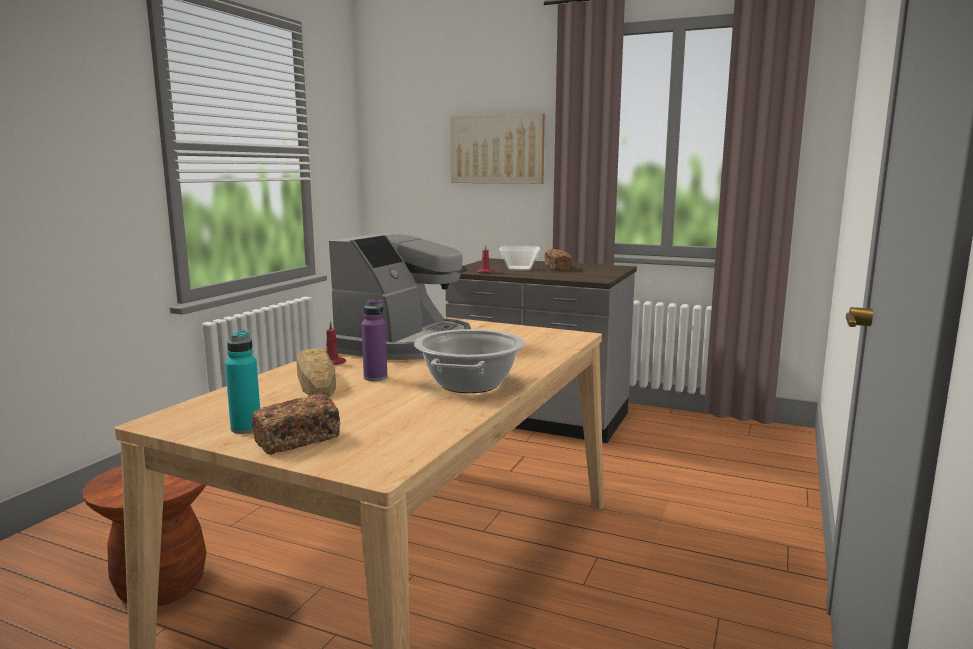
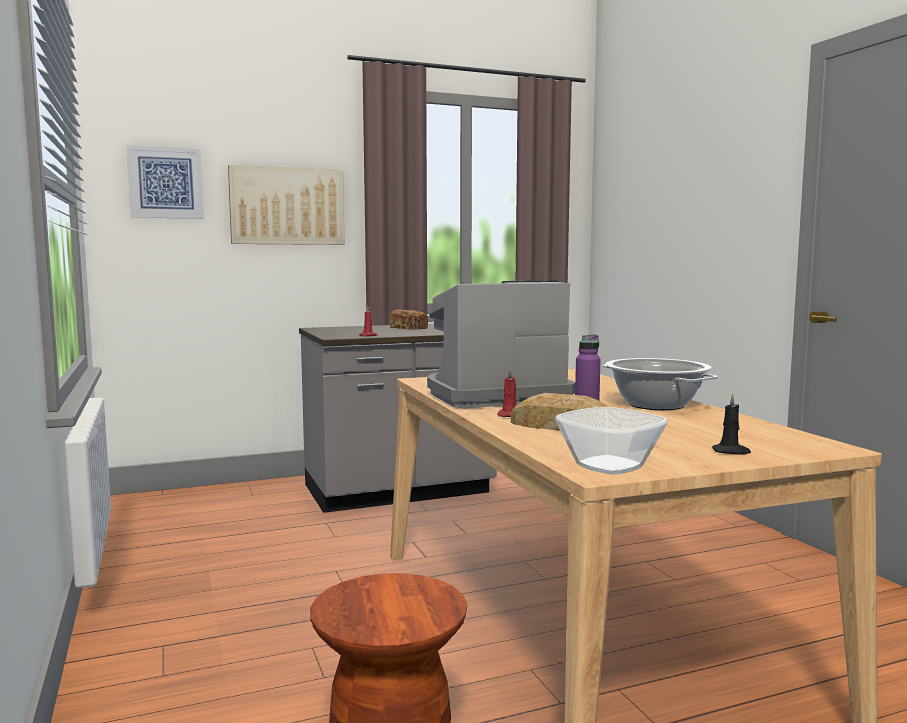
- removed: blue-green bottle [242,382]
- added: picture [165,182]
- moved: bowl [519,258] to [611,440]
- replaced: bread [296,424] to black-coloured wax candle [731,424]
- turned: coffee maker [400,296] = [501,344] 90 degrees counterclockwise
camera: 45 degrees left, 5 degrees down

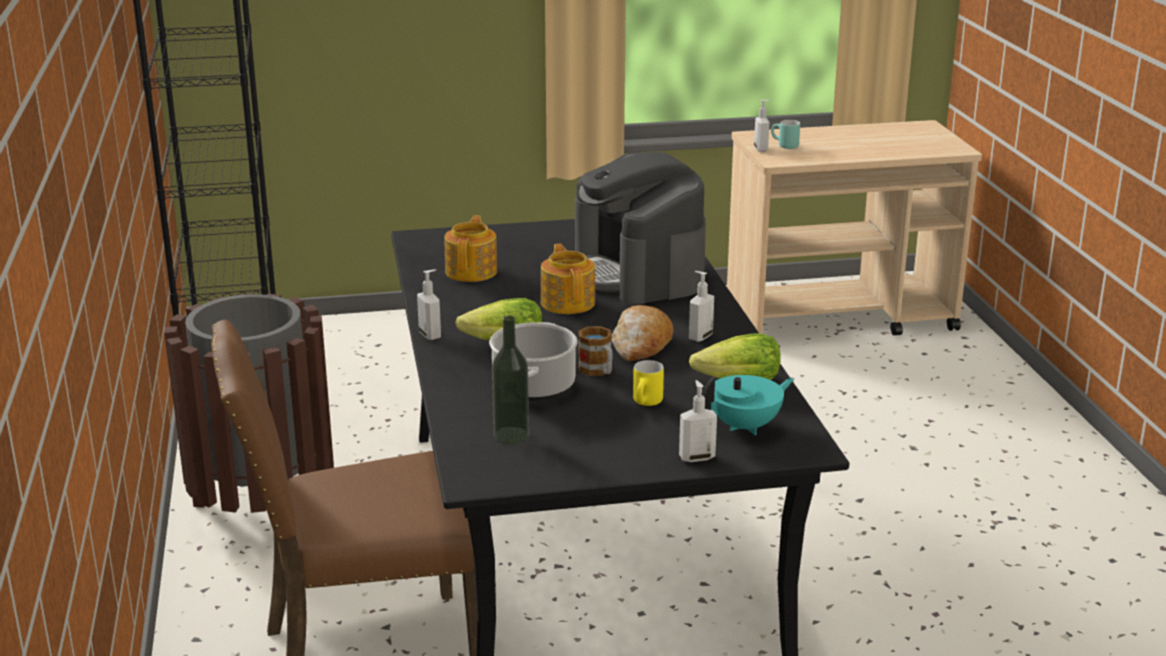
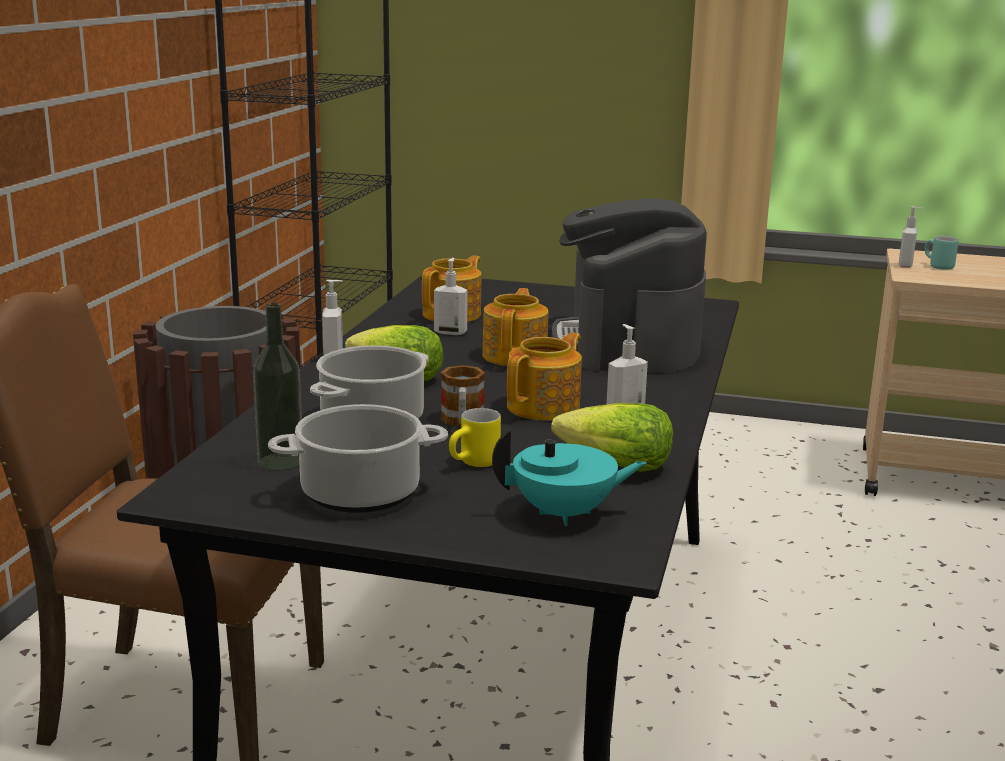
- added: stockpot [358,458]
- moved: soap dispenser [698,421] to [451,296]
- replaced: bread [642,333] to teapot [544,376]
camera: 25 degrees right, 5 degrees down

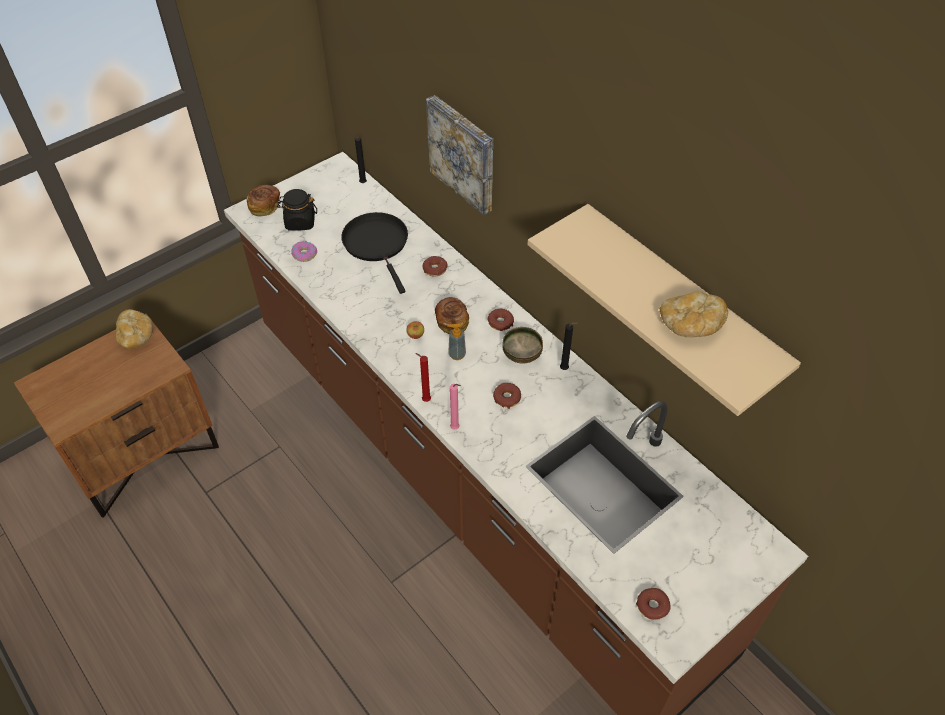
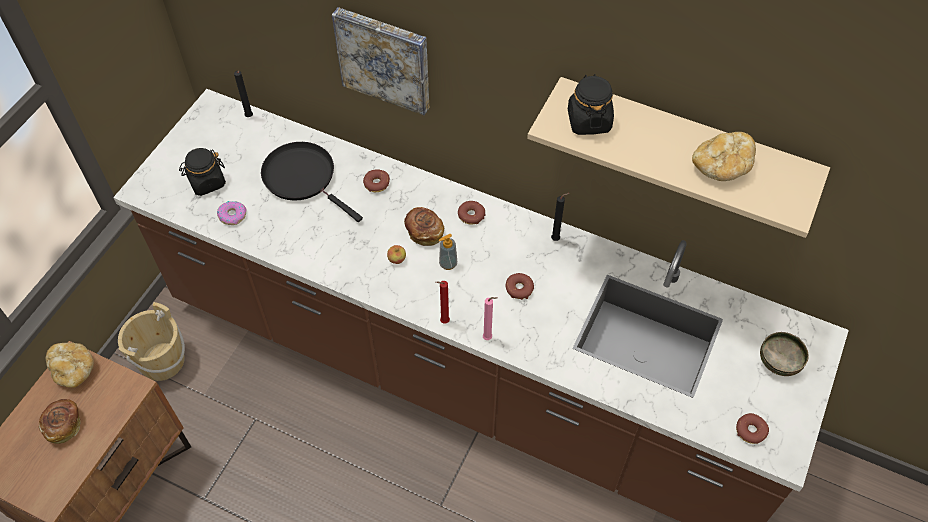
- added: sand-coloured bucket [151,341]
- added: black-coloured storage jar [591,104]
- moved: bread [263,201] to [60,421]
- moved: bowl [522,345] to [784,354]
camera: 25 degrees left, 5 degrees up

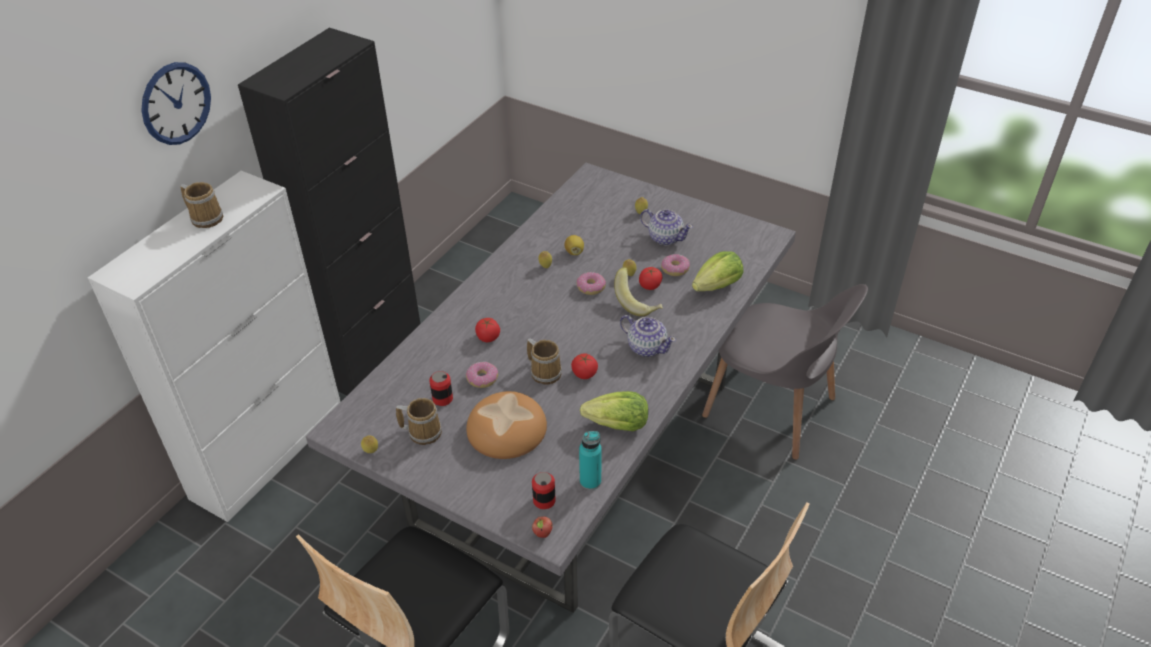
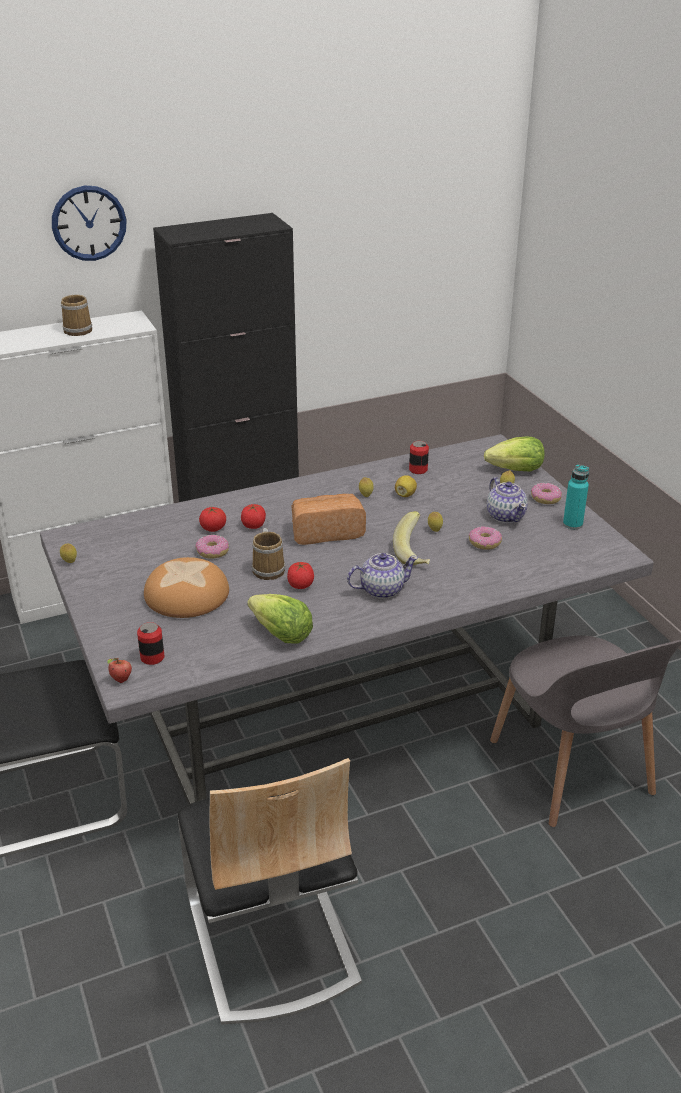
- removed: mug [419,421]
- added: bread [328,519]
- moved: can [441,388] to [419,457]
- moved: doughnut [591,283] to [546,493]
- moved: blue-green bottle [590,460] to [576,497]
- moved: fresh tomato [650,278] to [212,519]
- moved: lettuce head [717,271] to [514,454]
- turned: teapot [648,336] = [382,576] 90 degrees counterclockwise
camera: 35 degrees right, 10 degrees down

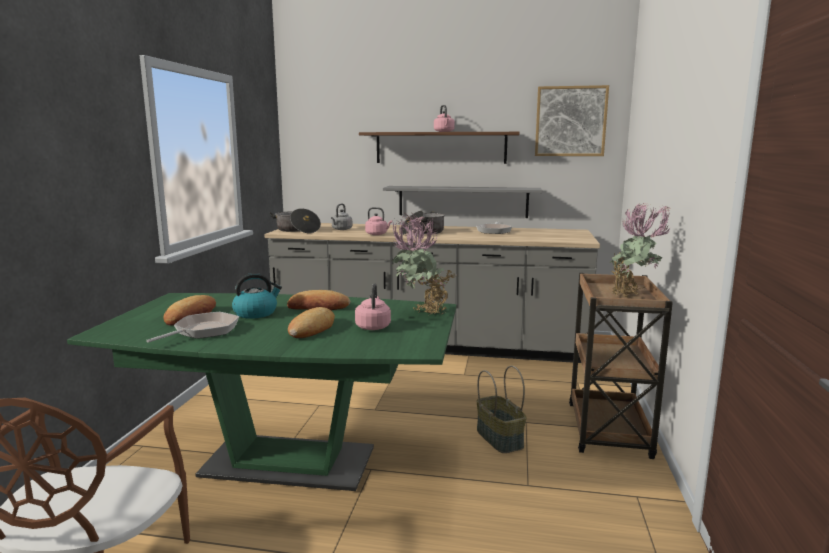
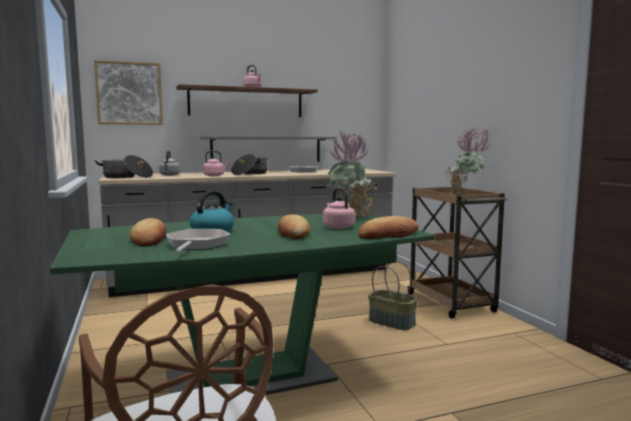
- moved: bread [318,300] to [388,227]
- moved: picture [572,120] to [128,92]
camera: 30 degrees left, 5 degrees down

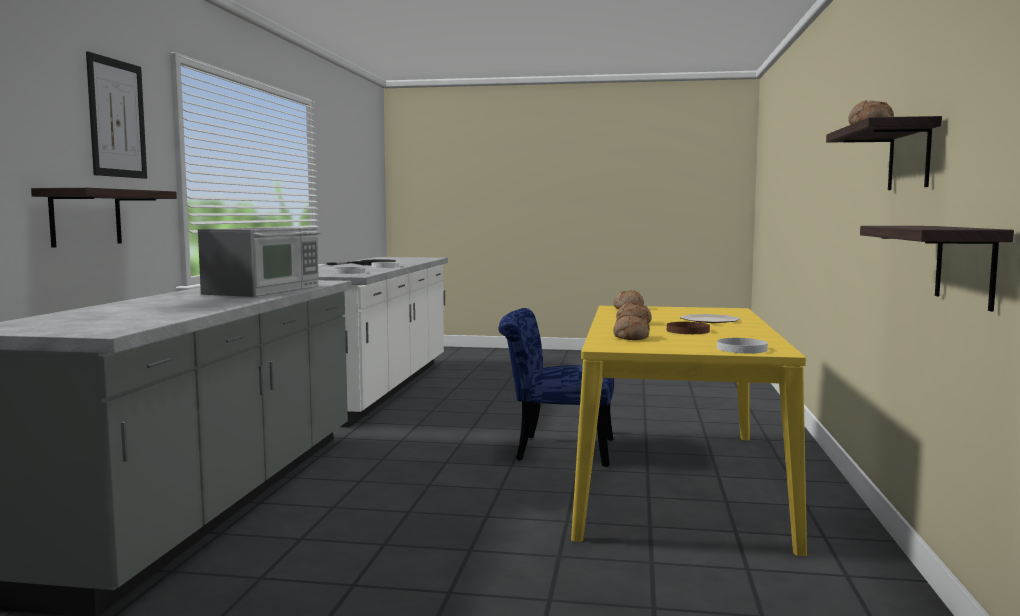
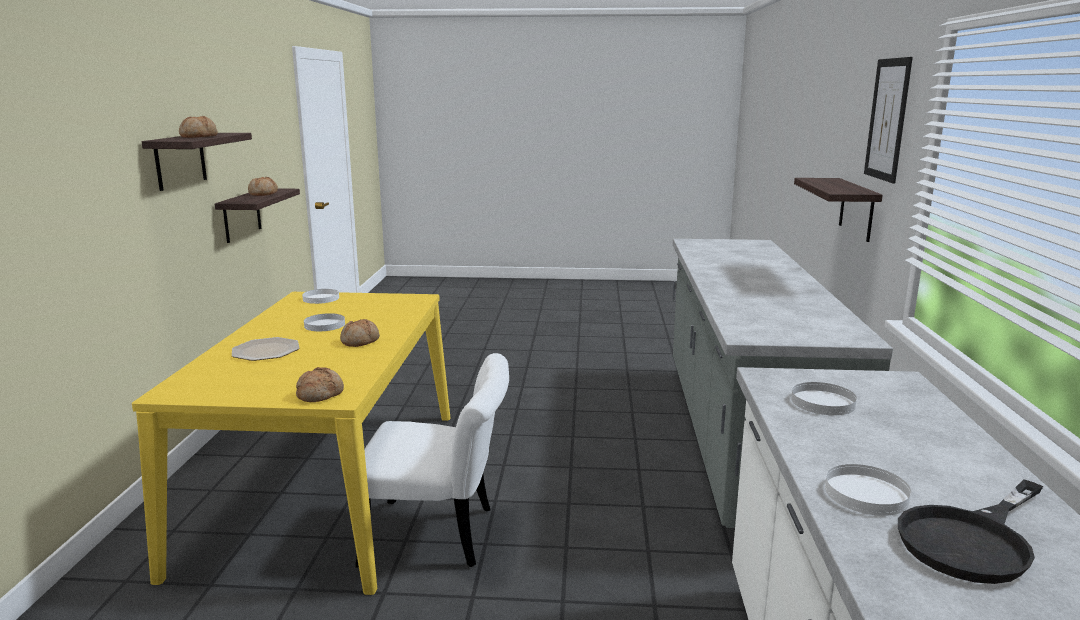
- removed: microwave oven [259,262]
- moved: bread [631,327] to [263,186]
- recoloured: bluish upright chair [556,387] to white-coloured upright chair [432,460]
- recoloured: brownish dinner plate [688,328] to white-coloured dinner plate [324,322]
camera: 175 degrees right, 10 degrees up

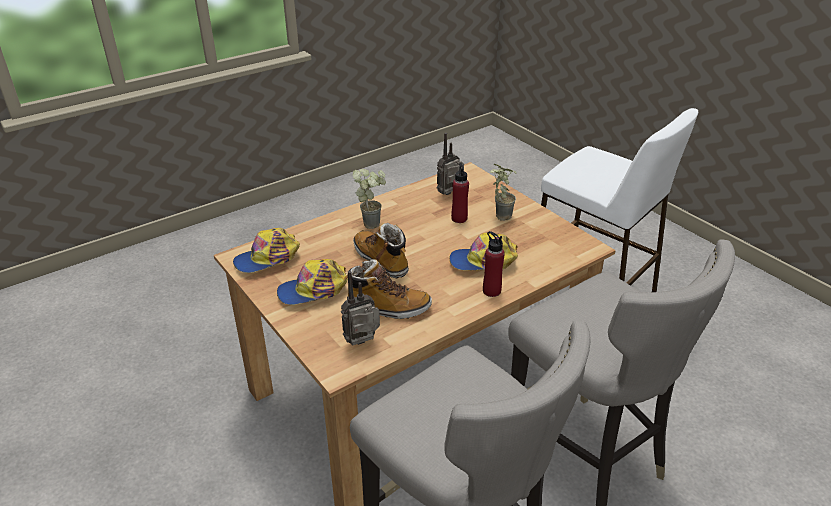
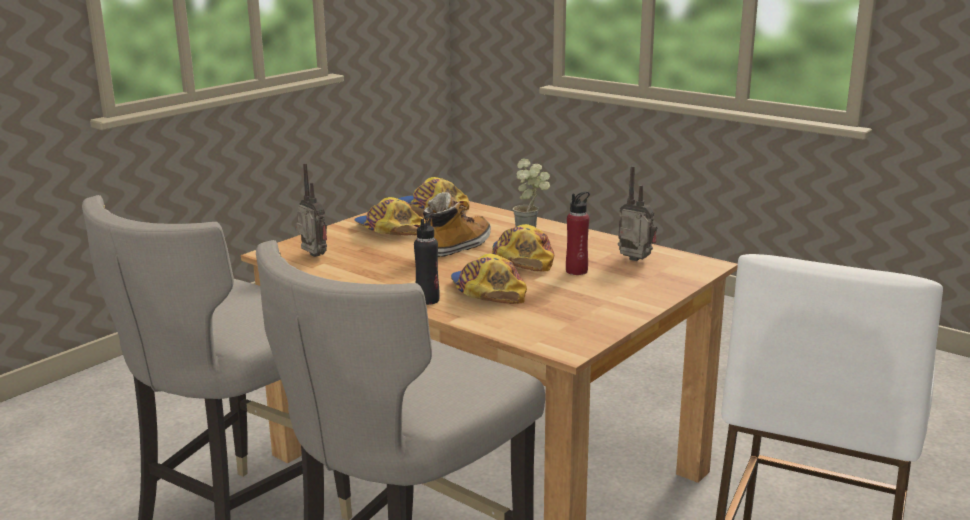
- removed: tall boot [388,289]
- removed: potted plant [503,192]
- added: baseball cap [523,248]
- recoloured: reddish bottle [494,264] to black-coloured bottle [427,259]
camera: 75 degrees right, 15 degrees down

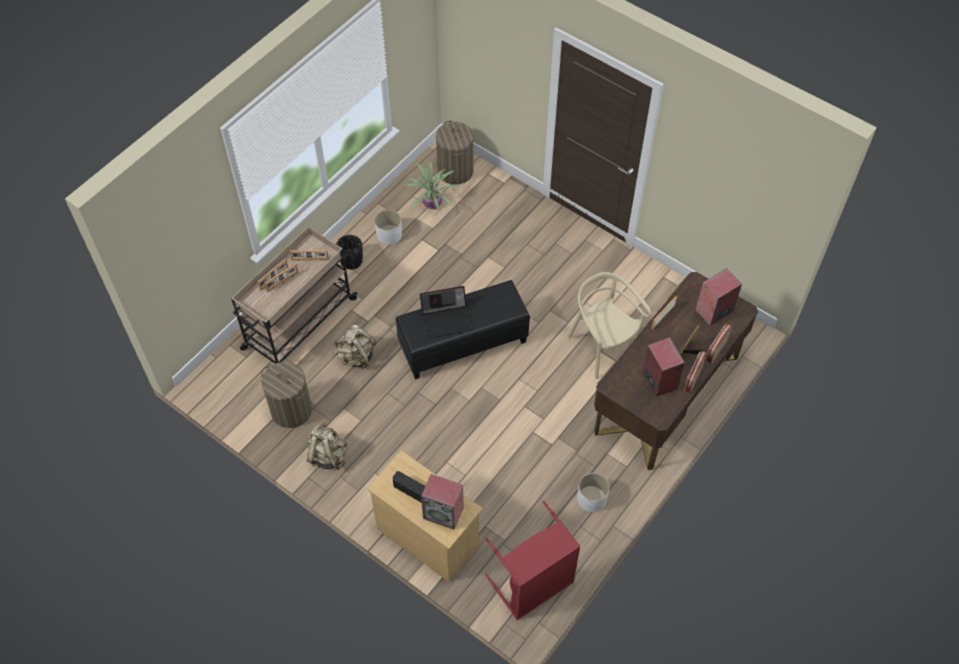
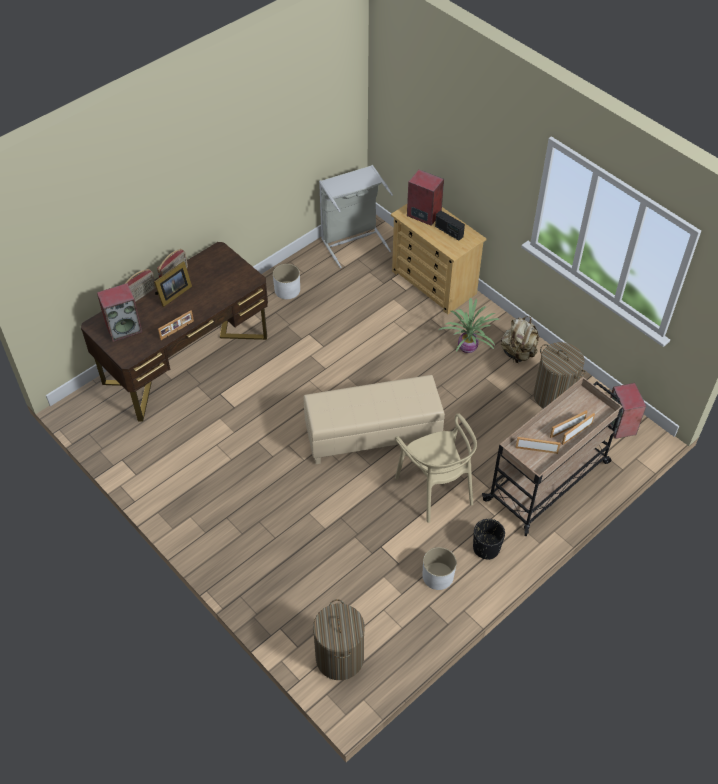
- removed: sand-coloured knapsack [355,347]
- removed: notebook computer [446,312]
- moved: potted plant [432,186] to [469,325]
- moved: sand-coloured upright chair [610,325] to [436,468]
- moved: speaker [663,367] to [627,411]
- recoloured: black-coloured footrest [463,329] to sand-coloured footrest [374,419]
- recoloured: reddish hamper [533,560] to greyish hamper [356,216]
camera: 170 degrees left, 5 degrees down

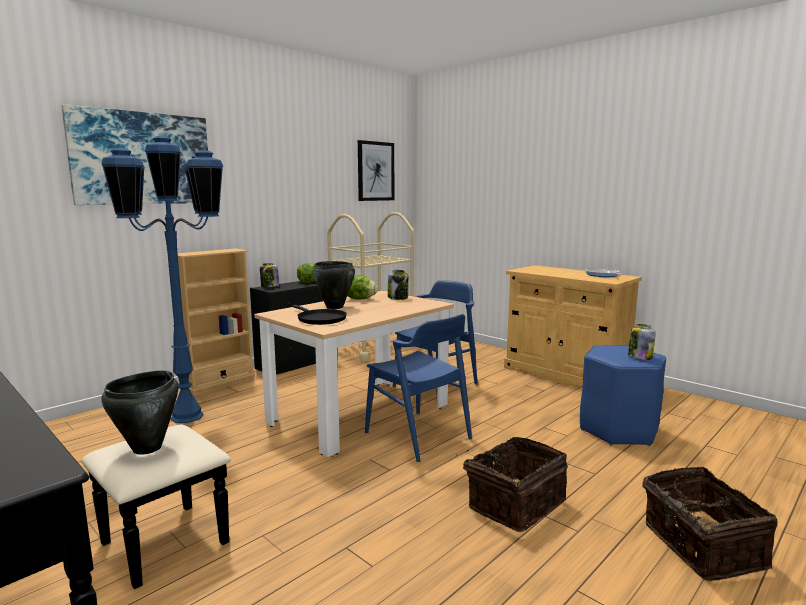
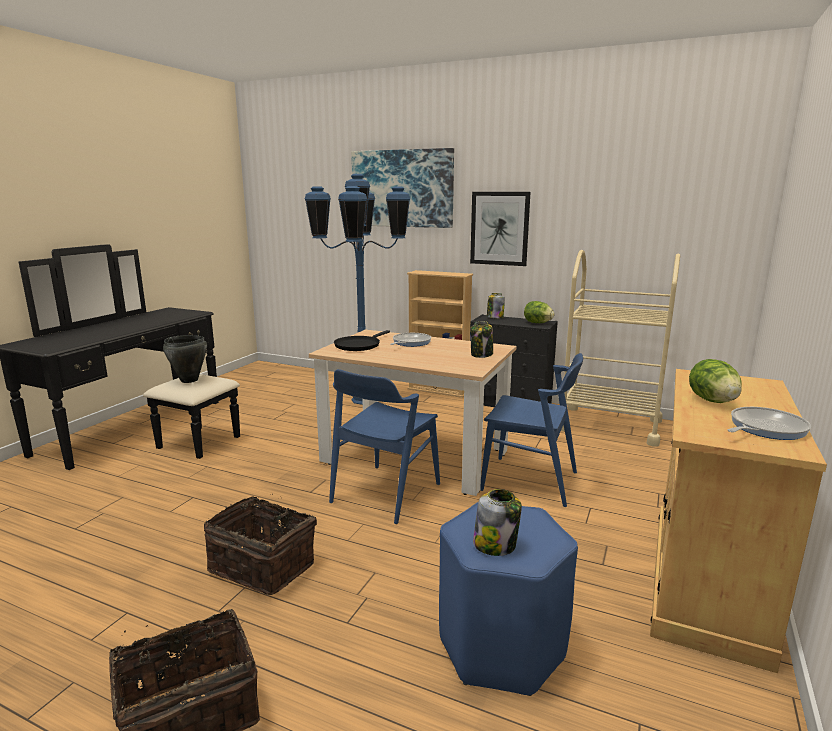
- moved: lettuce head [362,287] to [715,381]
- moved: picture [376,170] to [500,229]
- replaced: black-coloured stockpot [334,285] to frying pan [410,340]
camera: 70 degrees right, 5 degrees up

